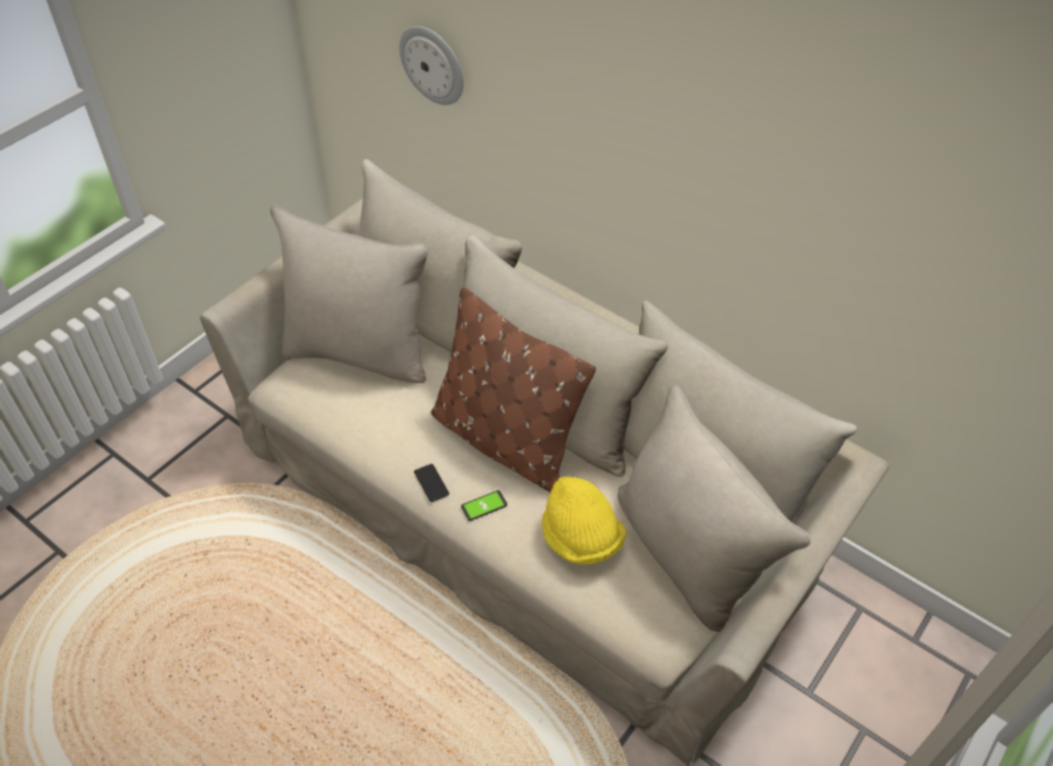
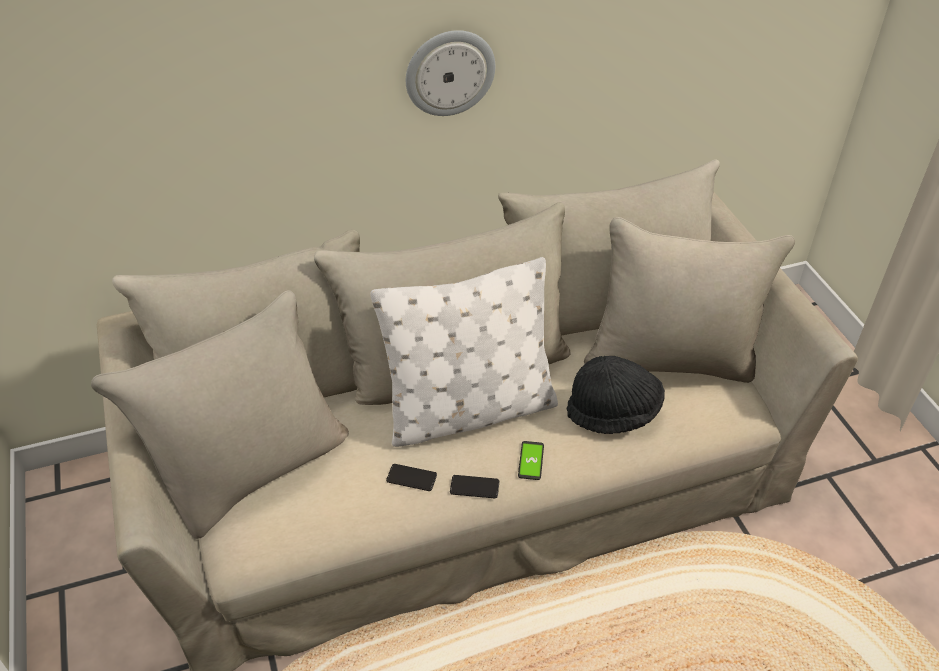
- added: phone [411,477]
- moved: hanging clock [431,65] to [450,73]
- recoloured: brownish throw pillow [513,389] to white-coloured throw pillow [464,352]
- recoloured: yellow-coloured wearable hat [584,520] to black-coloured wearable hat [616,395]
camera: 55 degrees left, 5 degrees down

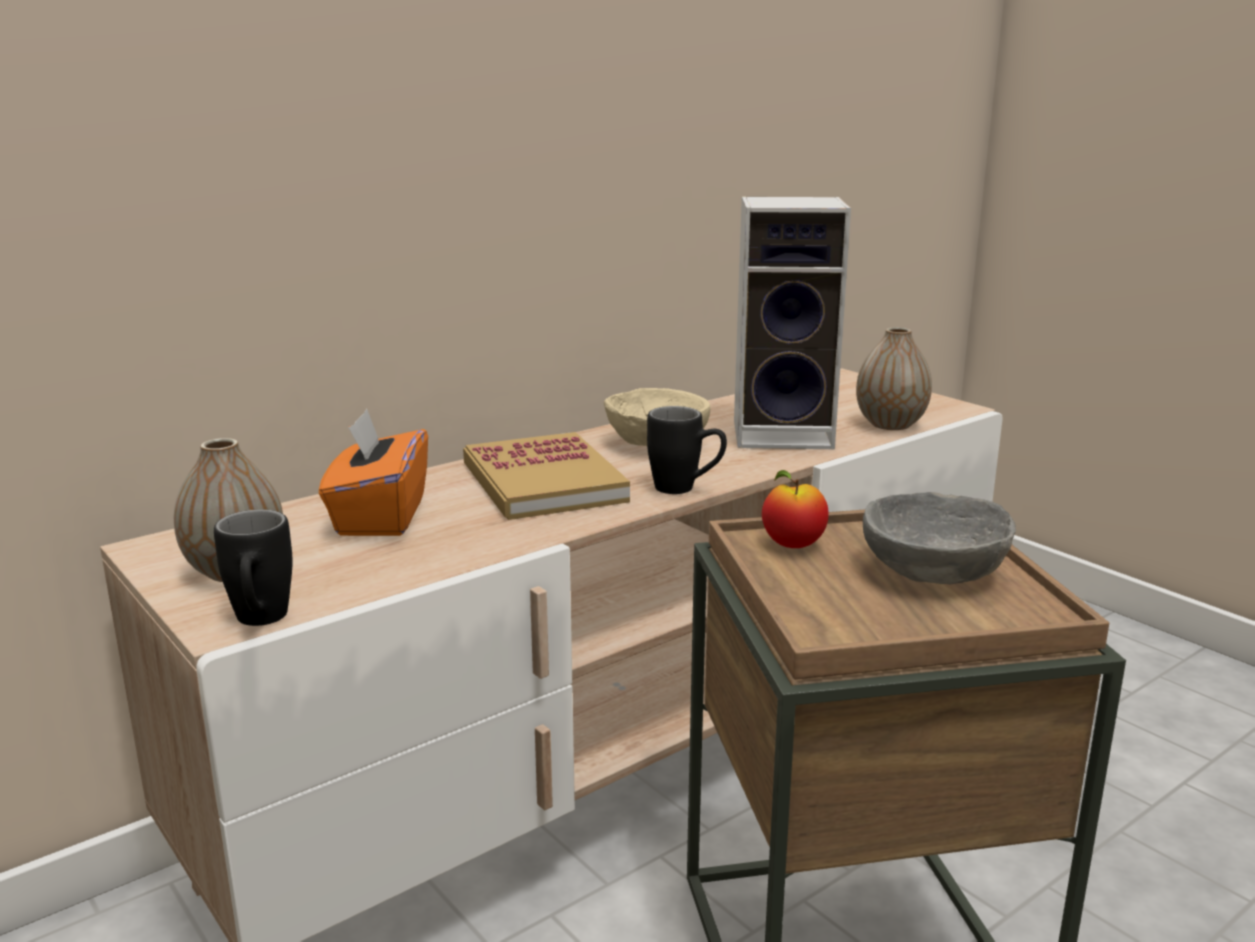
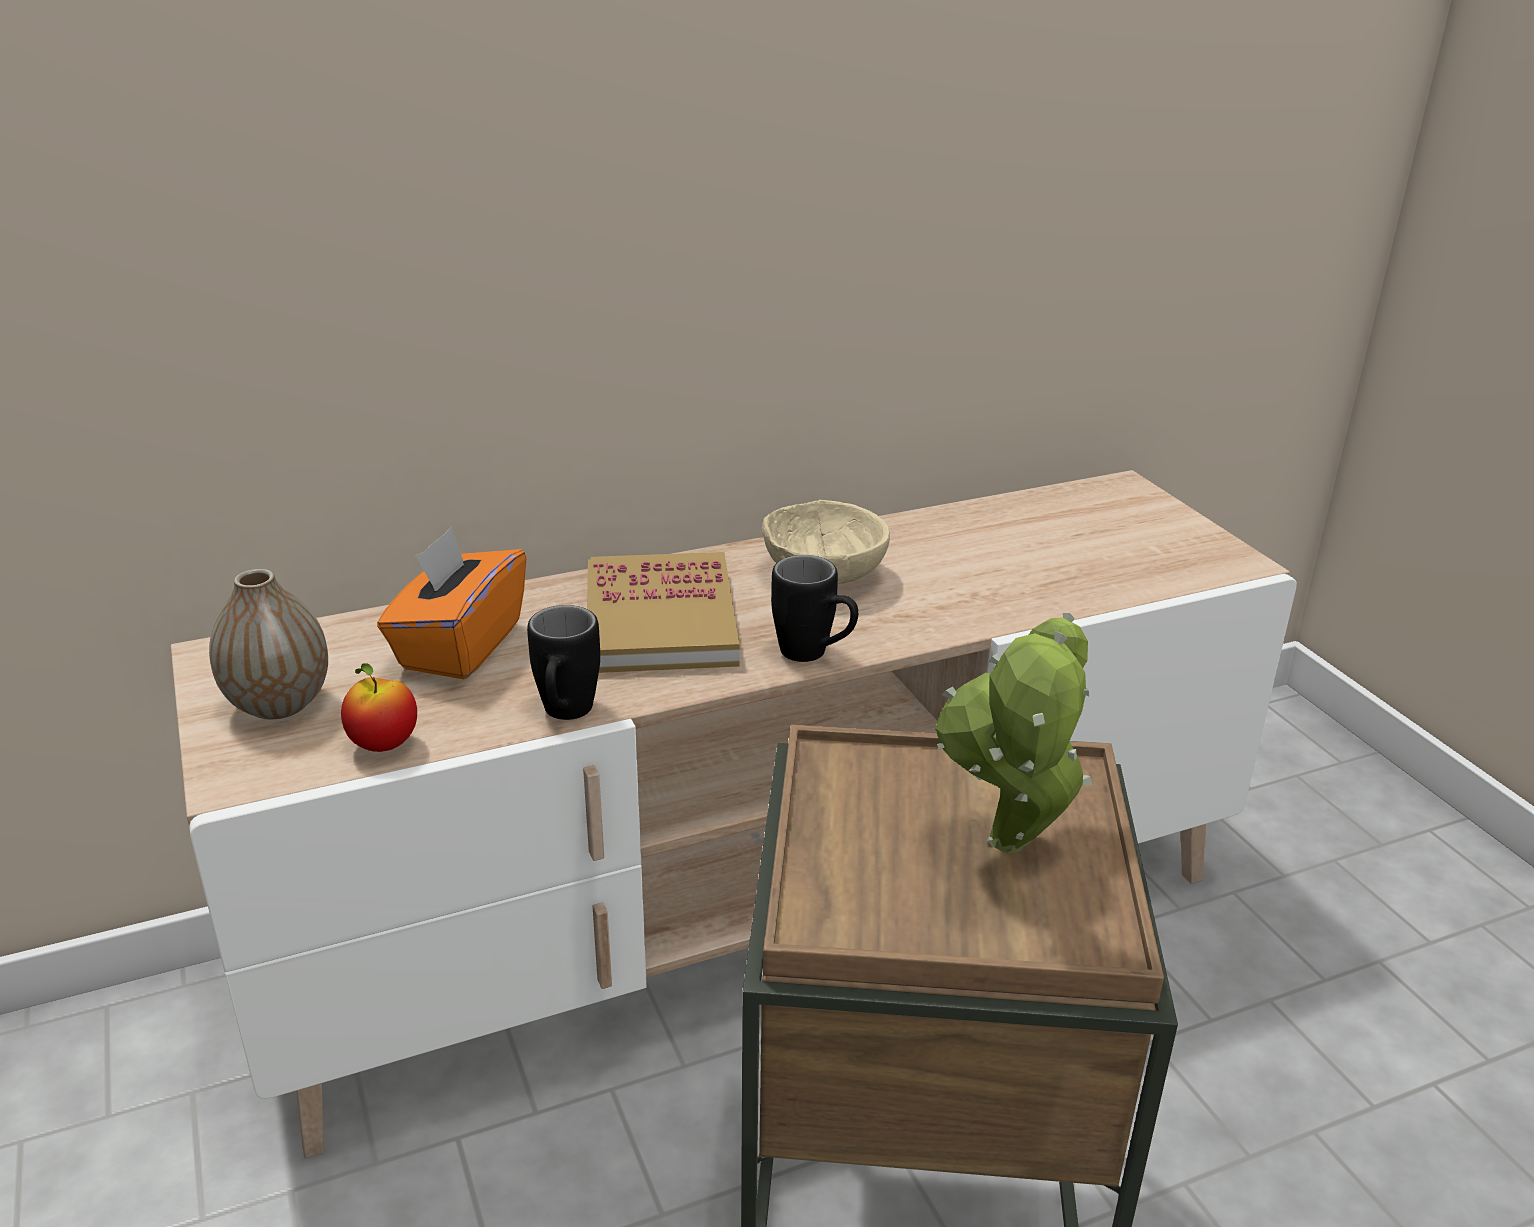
- removed: speaker [792,323]
- removed: flower vase [894,378]
- moved: black-coloured mug [253,567] to [563,662]
- moved: apple [795,509] to [379,707]
- replaced: greyish bowl [939,538] to potted plant [1013,733]
camera: 15 degrees right, 10 degrees up

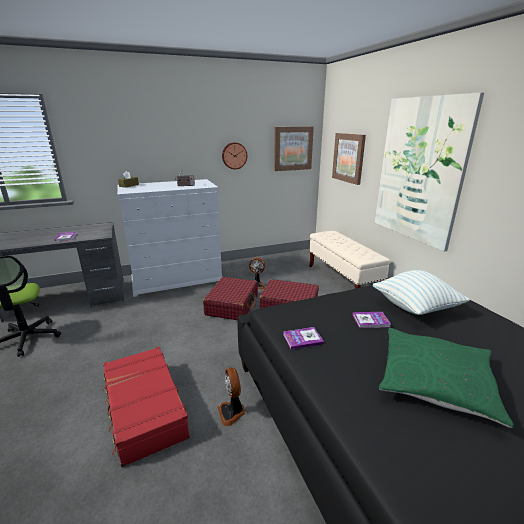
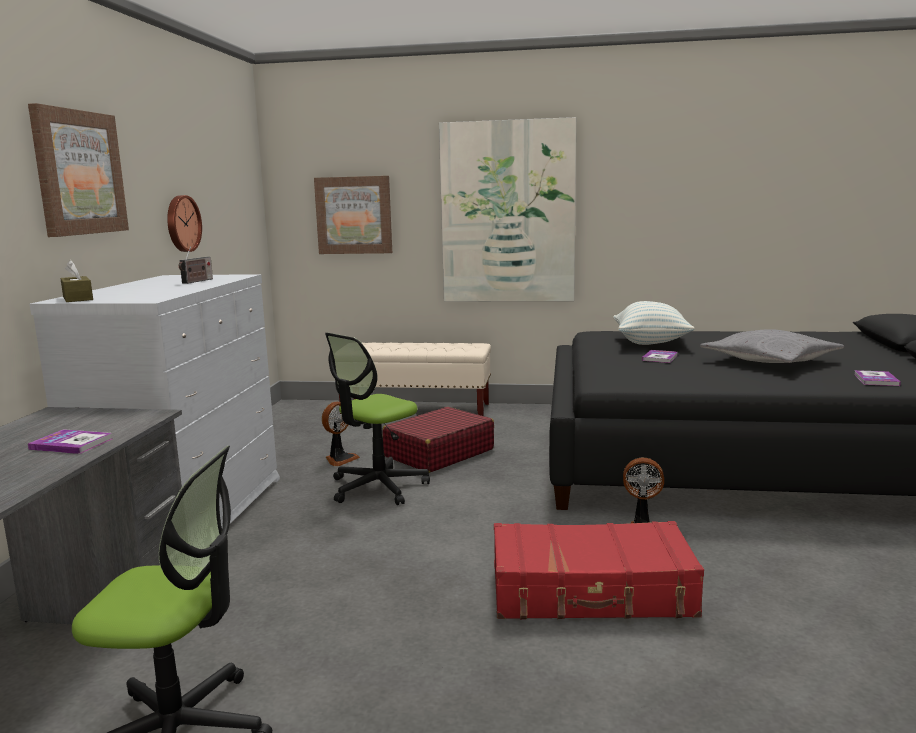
- moved: picture [294,149] to [78,170]
- moved: book [303,338] to [877,378]
- replaced: reddish suitcase [230,298] to office chair [377,419]
- recoloured: green-coloured throw pillow [446,378] to greyish throw pillow [772,346]
camera: 60 degrees left, 10 degrees down

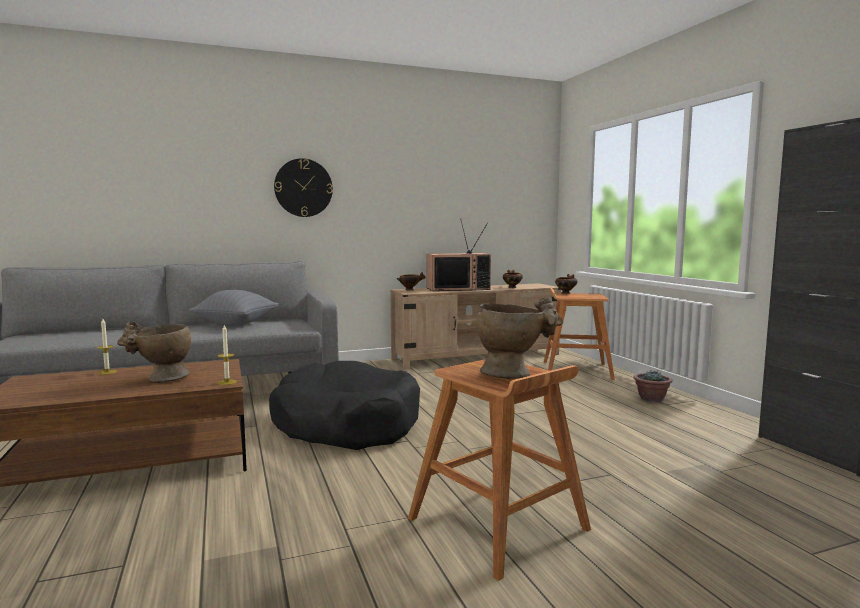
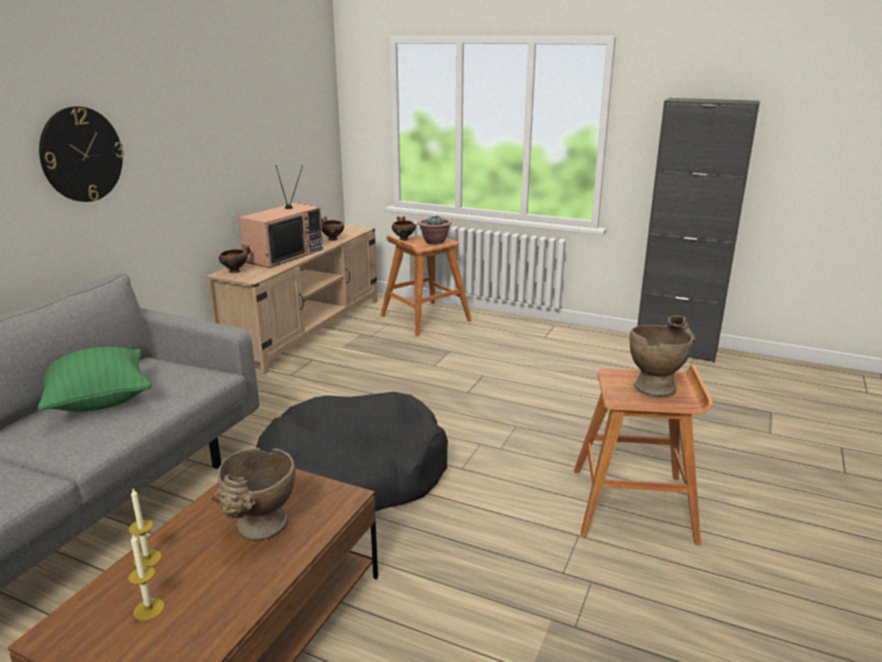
- moved: wax candle [227,355] to [146,577]
- moved: potted plant [653,386] to [435,230]
- recoloured: greyish throw pillow [233,308] to green-coloured throw pillow [95,379]
camera: 45 degrees left, 15 degrees up

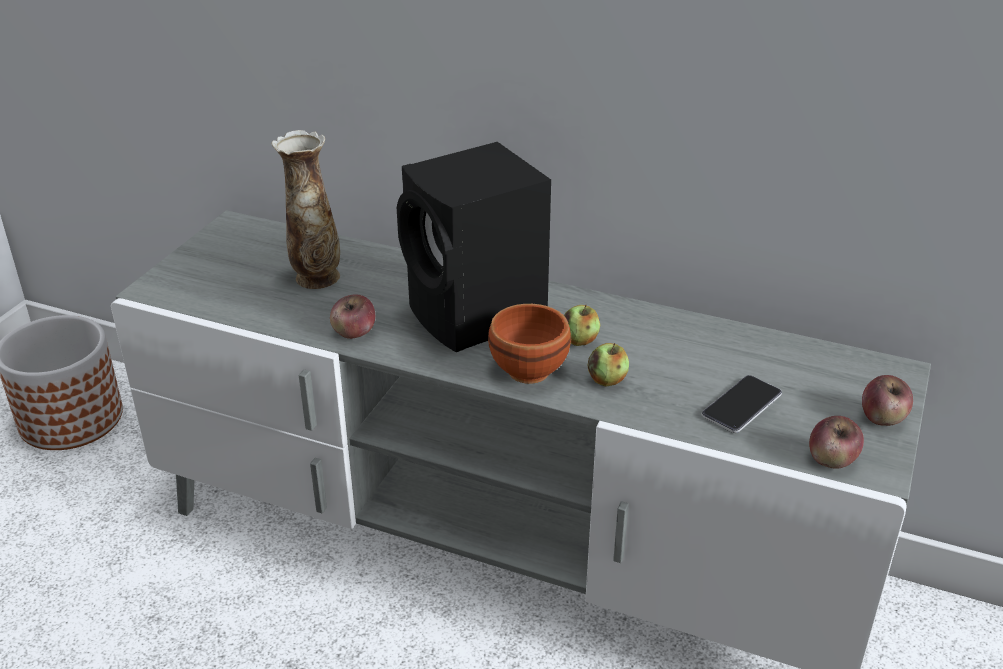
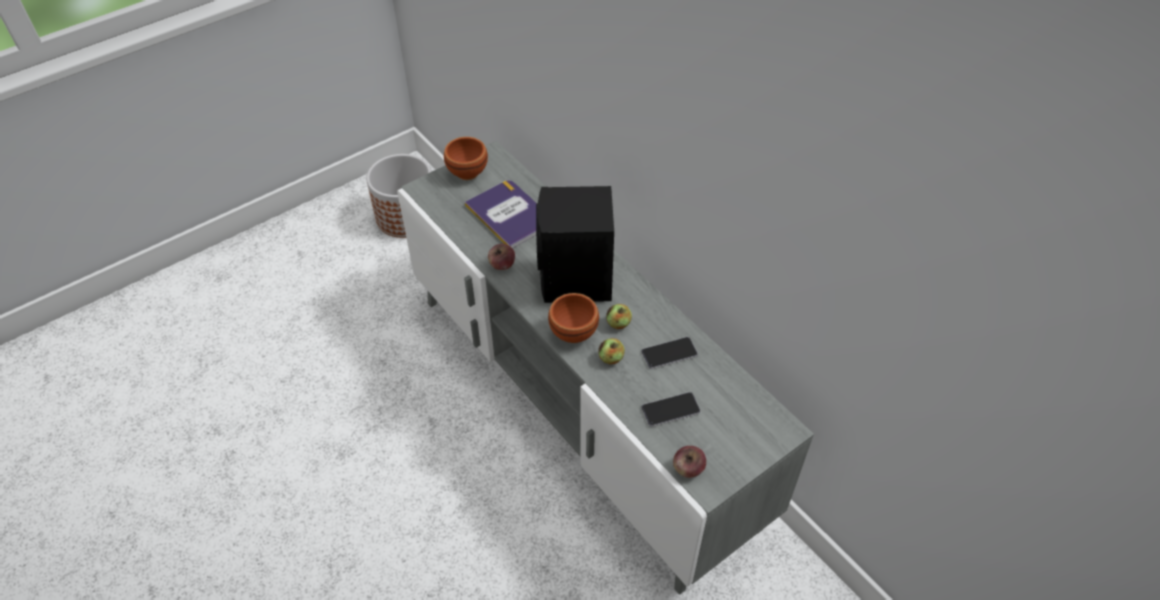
- removed: apple [887,400]
- added: brownish bowl [466,158]
- added: phone [669,353]
- replaced: flower vase [305,209] to book [501,214]
camera: 30 degrees right, 15 degrees up

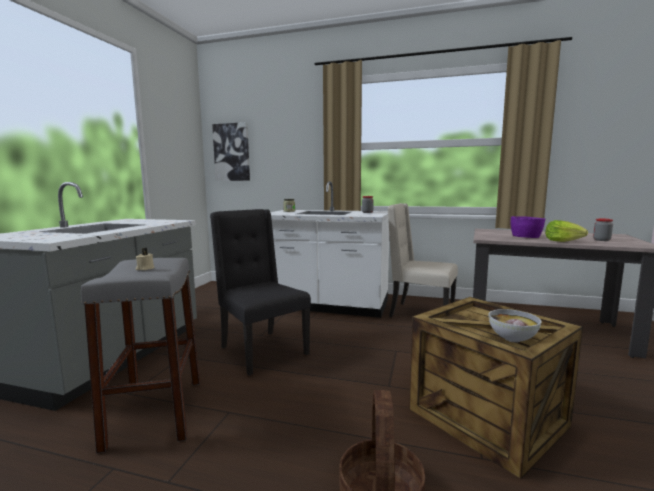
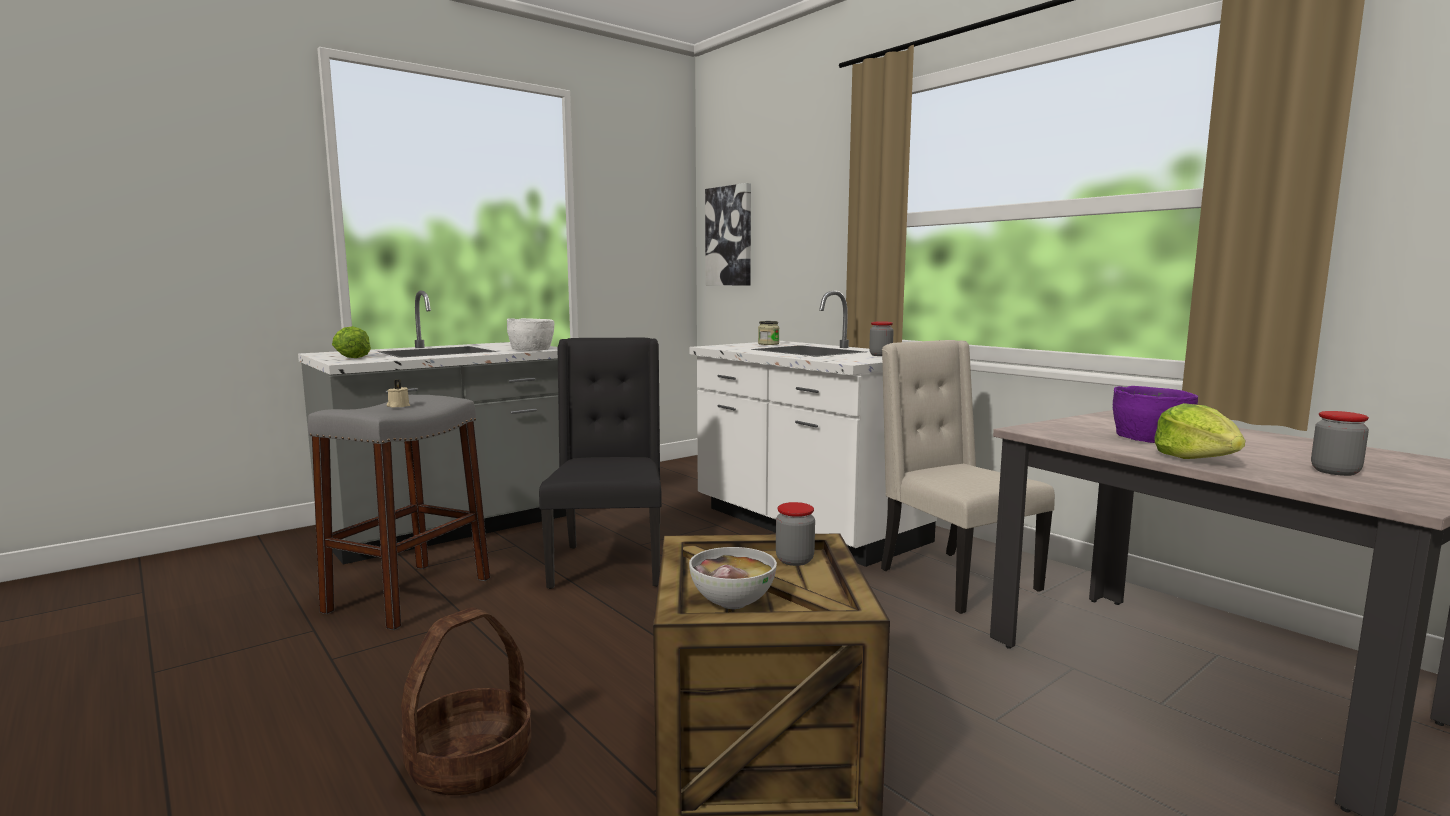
- added: lettuce head [351,342]
- added: white-coloured bowl [530,334]
- added: storage jar [795,534]
camera: 35 degrees right, 0 degrees up

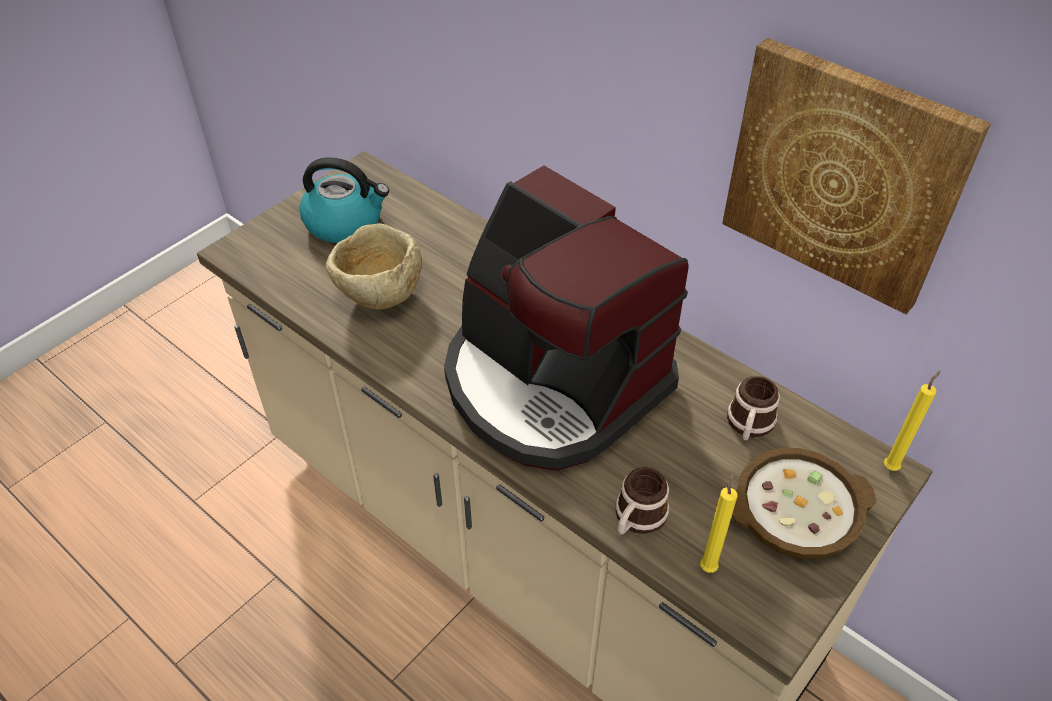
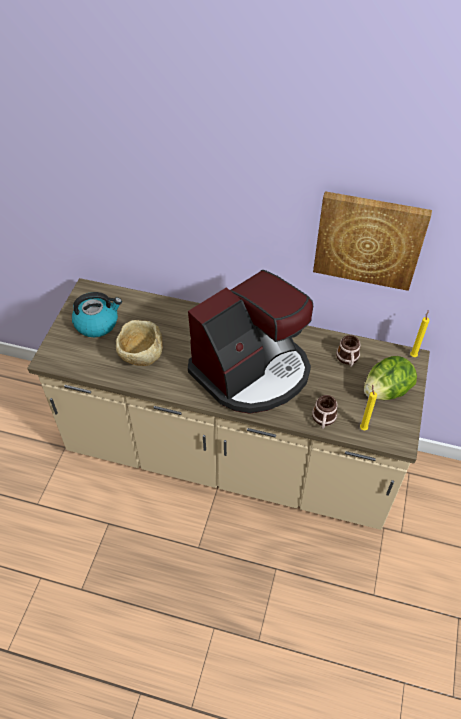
- replaced: bowl [804,503] to lettuce head [390,378]
- turned: coffee maker [566,318] = [250,342] 60 degrees counterclockwise
camera: 25 degrees left, 5 degrees up

